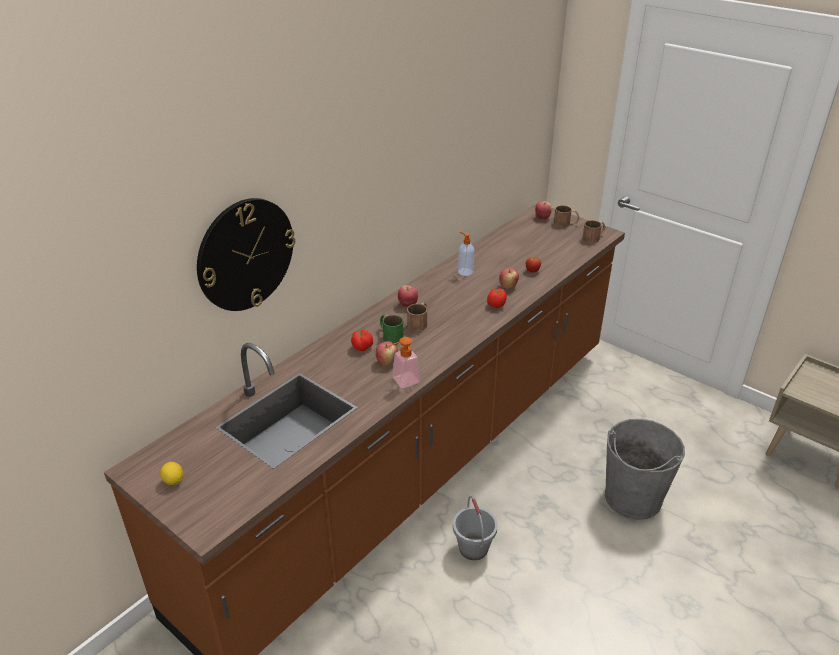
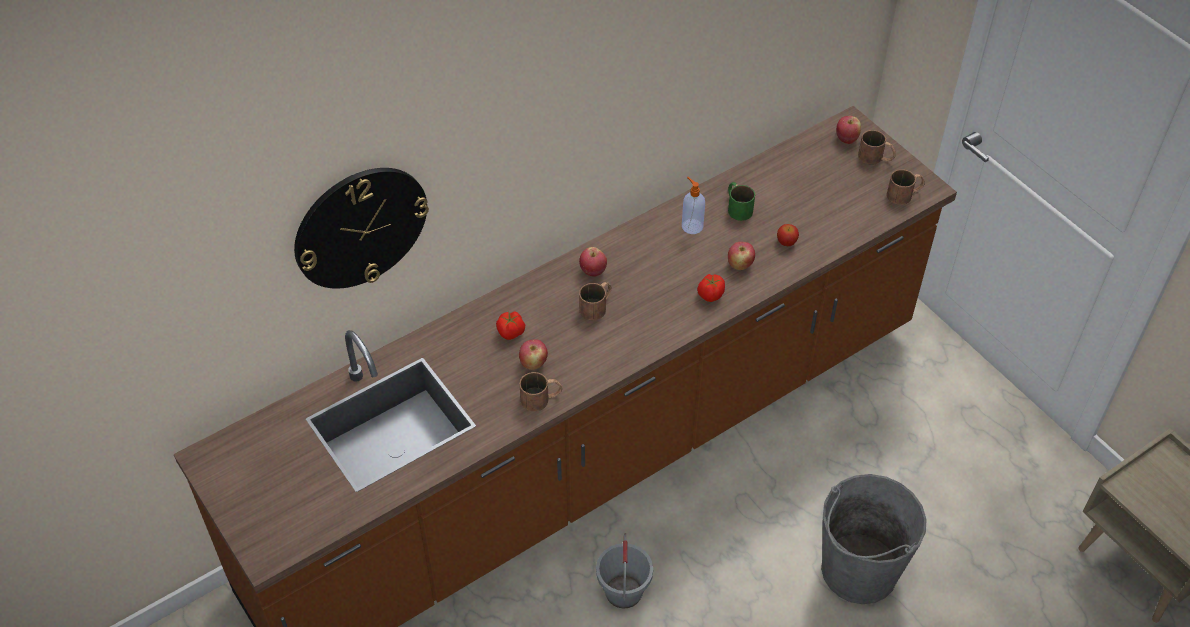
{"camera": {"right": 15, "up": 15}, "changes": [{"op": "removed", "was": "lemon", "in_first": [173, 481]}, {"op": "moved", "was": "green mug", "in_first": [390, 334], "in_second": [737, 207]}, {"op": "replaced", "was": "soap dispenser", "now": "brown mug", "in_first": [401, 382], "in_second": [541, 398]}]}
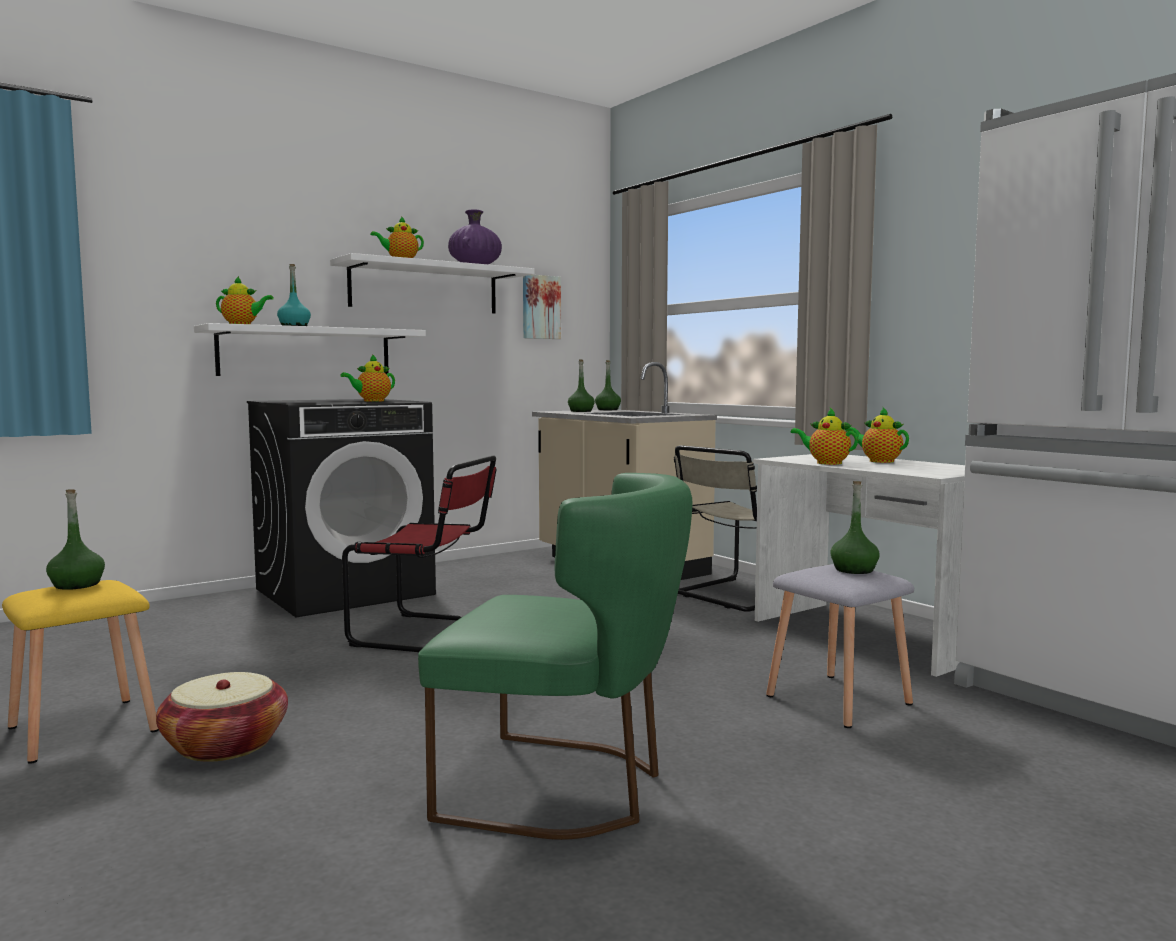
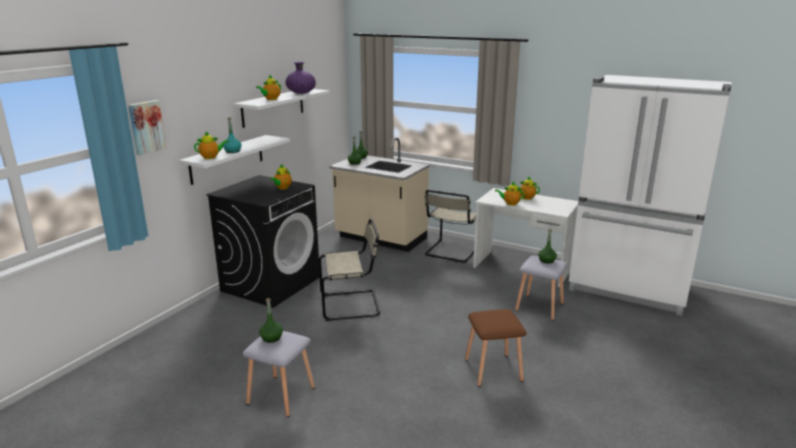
{"camera": {"right": -25, "up": 15}, "changes": [{"op": "removed", "was": "basket", "in_first": [225, 745]}, {"op": "moved", "was": "picture", "in_first": [540, 307], "in_second": [146, 127]}, {"op": "replaced", "was": "green chair", "now": "brown stool", "in_first": [566, 788], "in_second": [494, 370]}, {"op": "recoloured", "was": "yellow stool", "now": "grey stool", "in_first": [85, 728], "in_second": [281, 394]}, {"op": "recoloured", "was": "red chair", "now": "beige chair", "in_first": [431, 634], "in_second": [352, 305]}]}
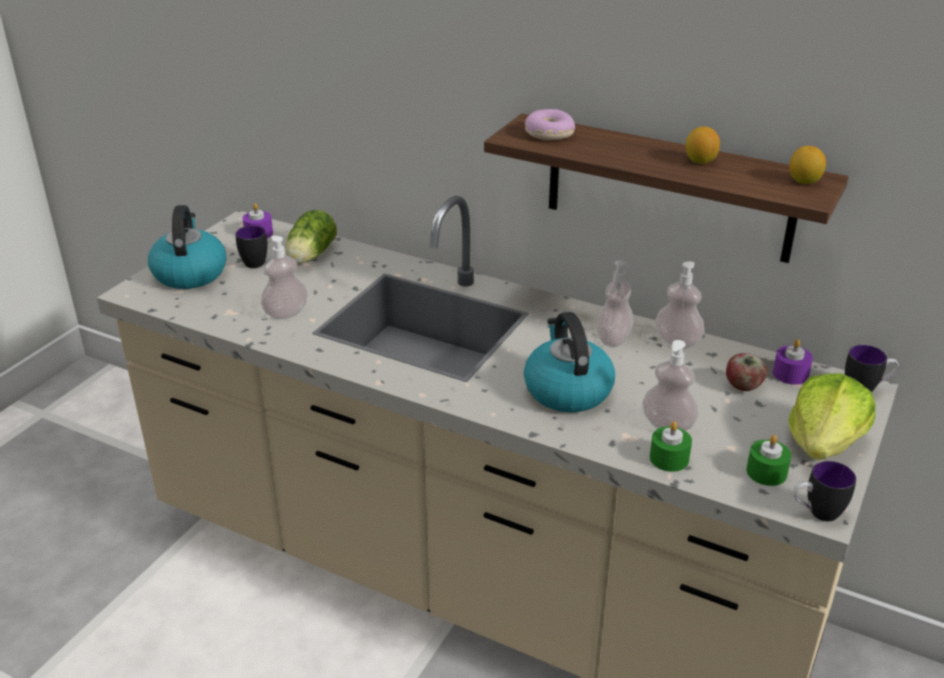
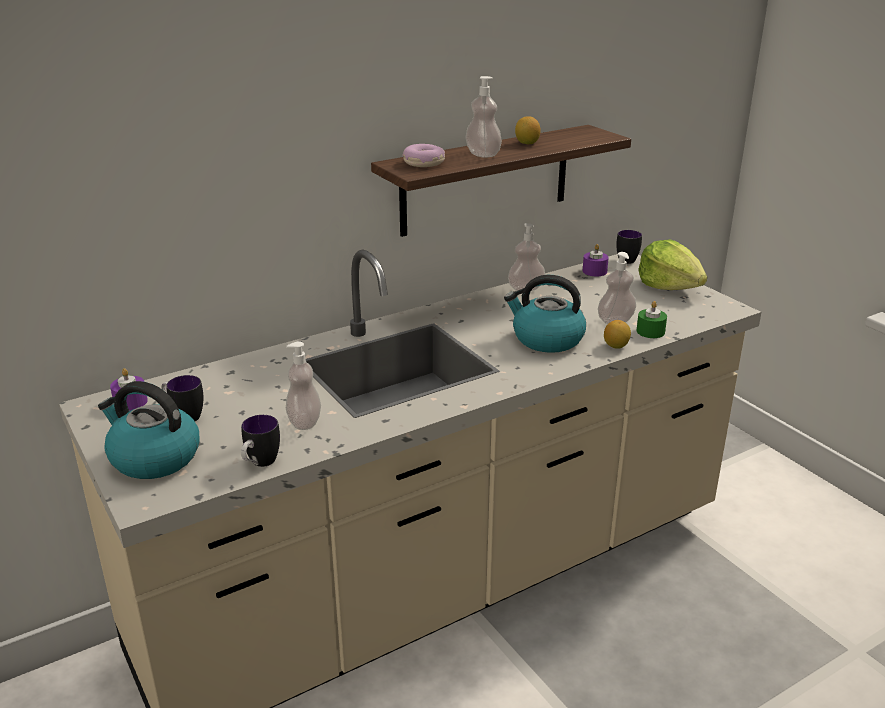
{"camera": {"right": -60, "up": -5}, "changes": [{"op": "removed", "was": "lettuce", "in_first": [310, 256]}, {"op": "removed", "was": "apple", "in_first": [743, 386]}, {"op": "removed", "was": "green candle", "in_first": [766, 472]}, {"op": "moved", "was": "soap dispenser", "in_first": [613, 339], "in_second": [483, 154]}, {"op": "moved", "was": "lemon", "in_first": [804, 181], "in_second": [616, 346]}, {"op": "moved", "was": "mug", "in_first": [816, 513], "in_second": [260, 464]}]}
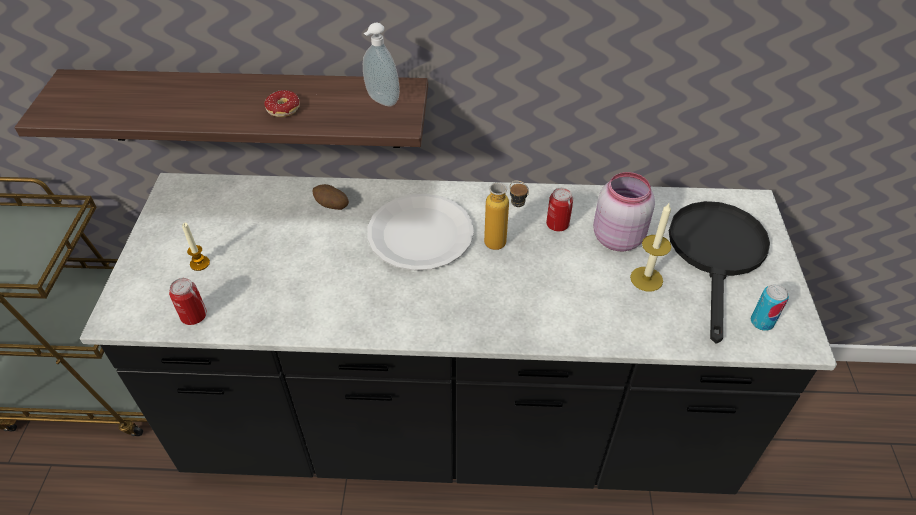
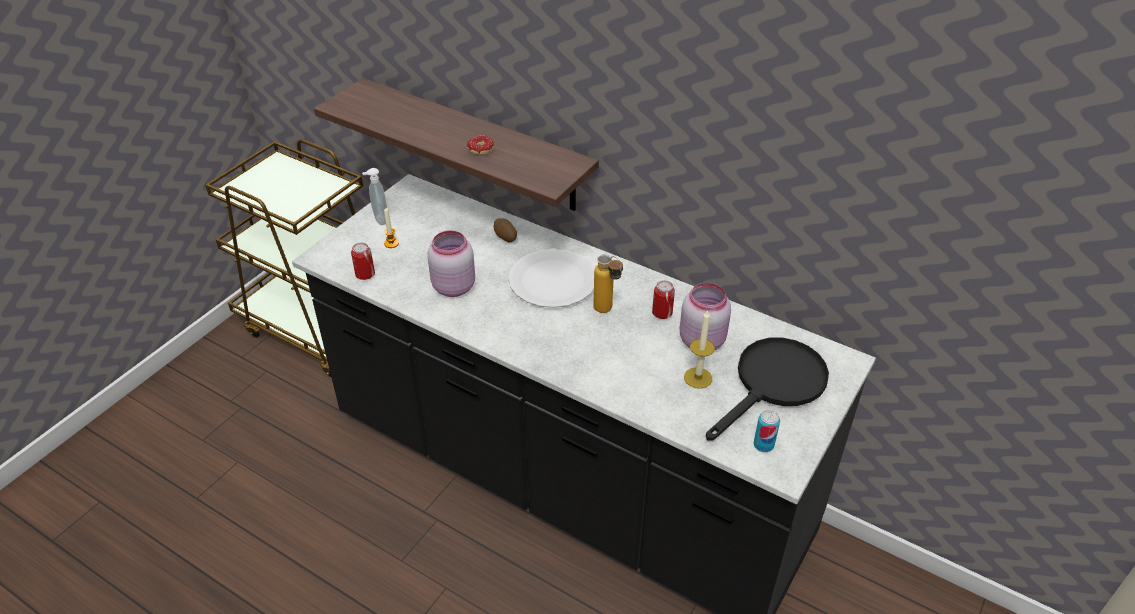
{"camera": {"right": 30, "up": -5}, "changes": [{"op": "added", "now": "pink jar", "in_second": [453, 286]}, {"op": "moved", "was": "soap dispenser", "in_first": [381, 101], "in_second": [379, 219]}]}
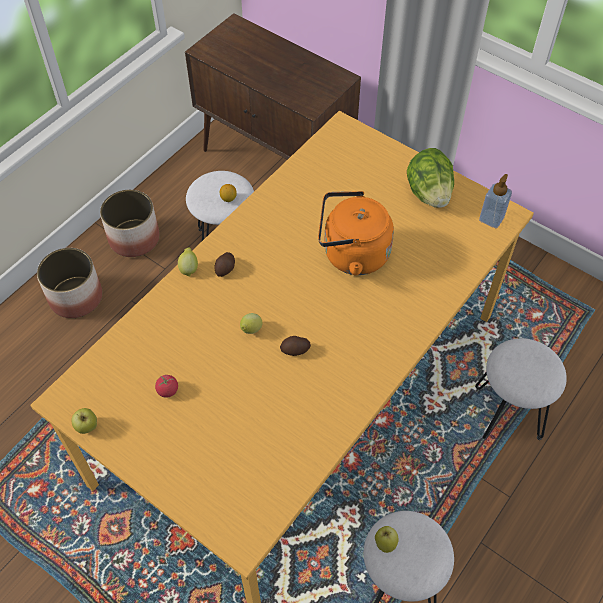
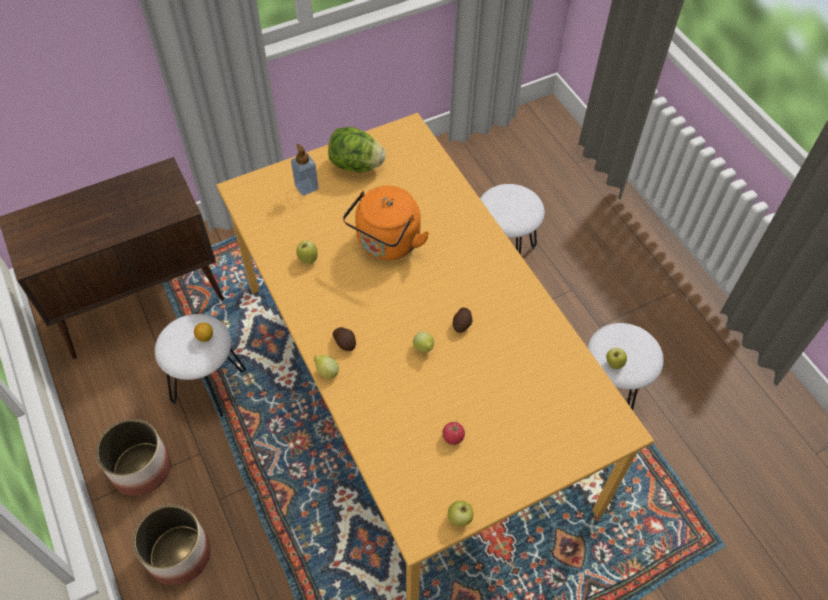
{"camera": {"right": -65, "up": 0}, "changes": [{"op": "added", "now": "apple", "in_second": [308, 259]}, {"op": "moved", "was": "soap dispenser", "in_first": [491, 219], "in_second": [306, 187]}]}
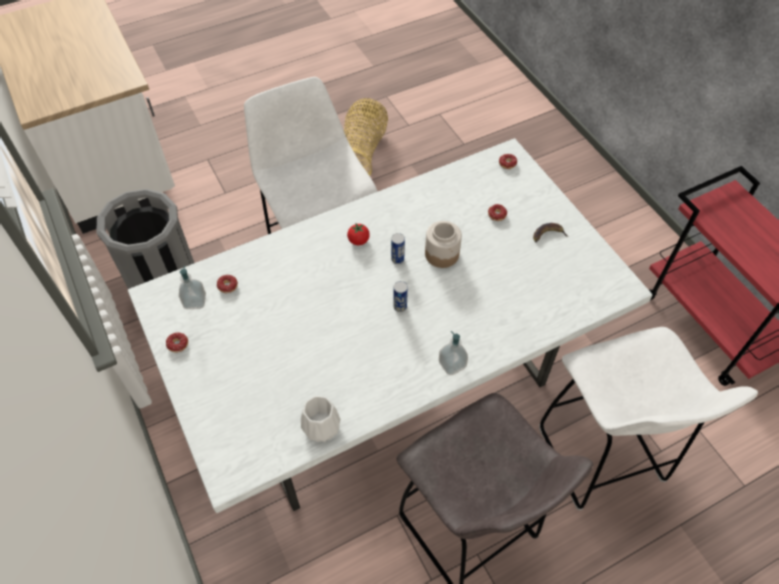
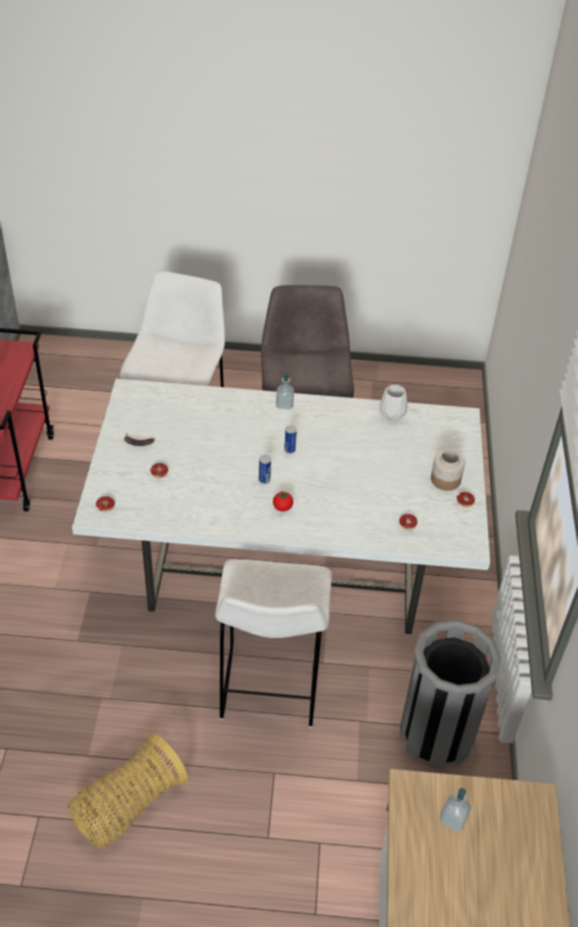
{"camera": {"right": -150, "up": -10}, "changes": [{"op": "moved", "was": "soap dispenser", "in_first": [195, 301], "in_second": [453, 819]}, {"op": "moved", "was": "jar", "in_first": [442, 254], "in_second": [445, 480]}]}
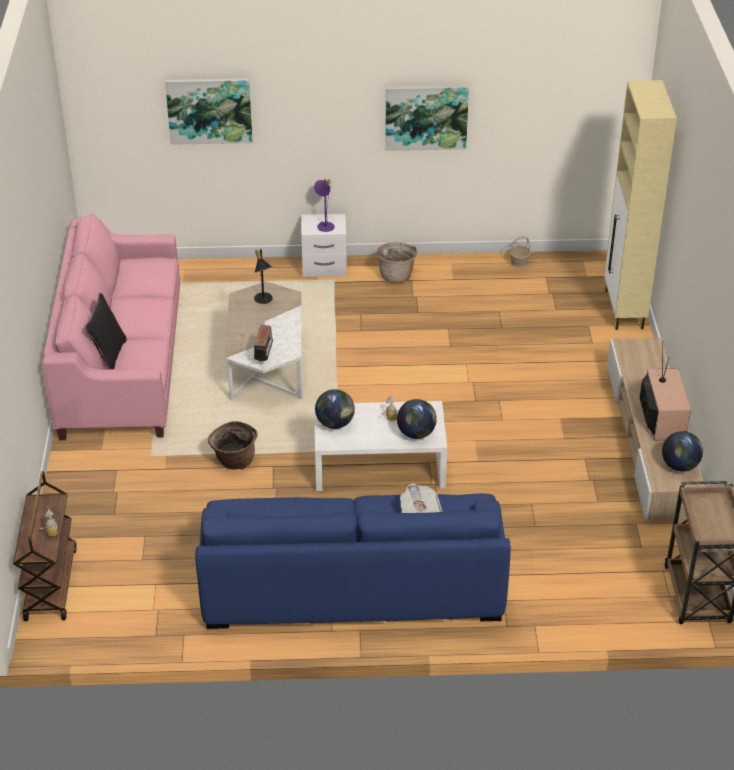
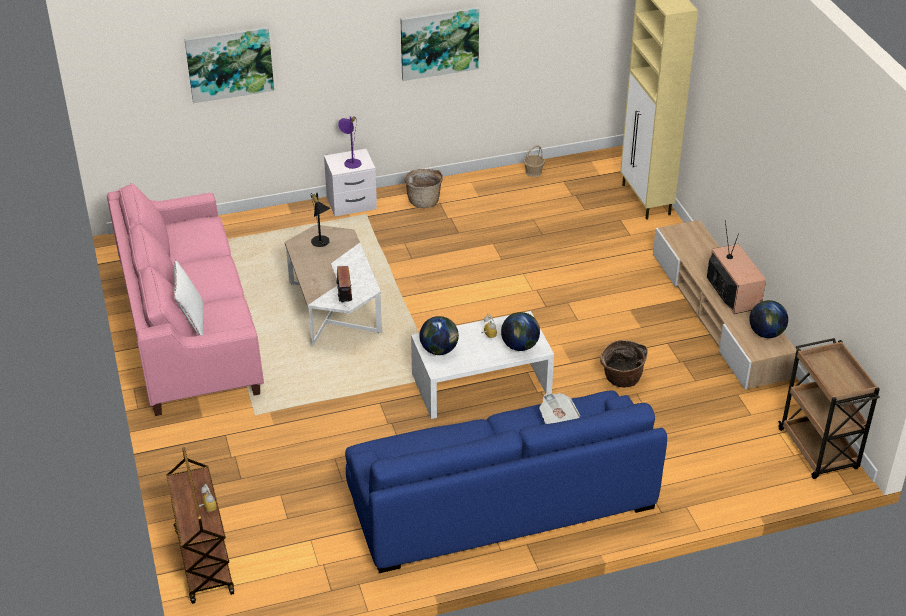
{"camera": {"right": -15, "up": 0}, "changes": [{"op": "moved", "was": "basket", "in_first": [234, 461], "in_second": [621, 379]}, {"op": "recoloured", "was": "black pillow", "now": "white pillow", "in_first": [109, 356], "in_second": [192, 322]}]}
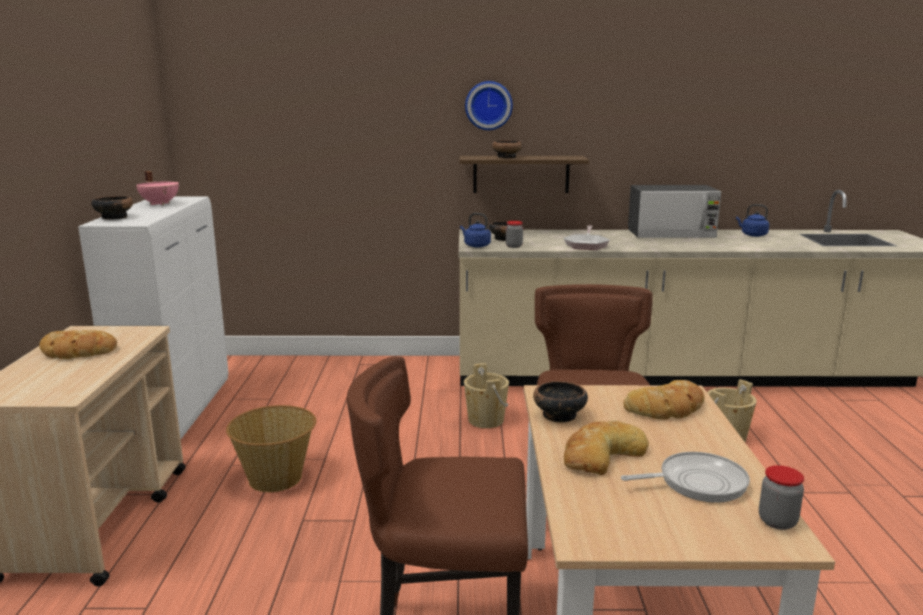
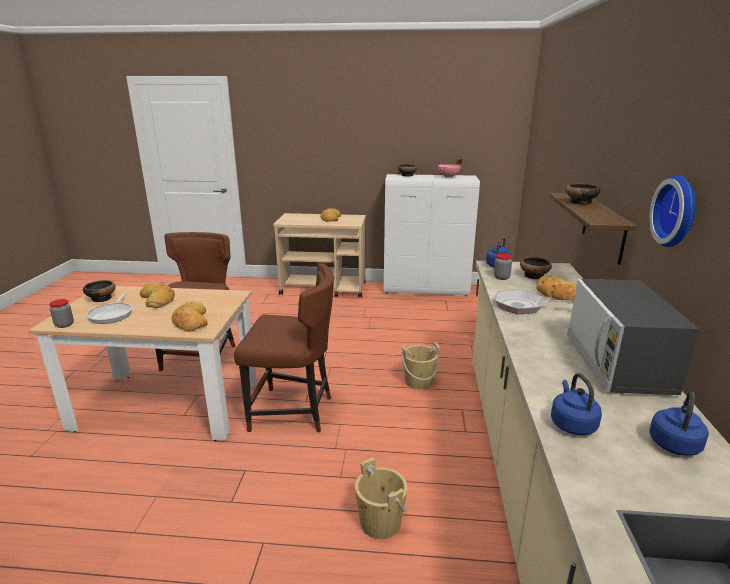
{"camera": {"right": 95, "up": 5}, "changes": [{"op": "removed", "was": "basket", "in_first": [276, 478]}, {"op": "added", "now": "bread", "in_second": [557, 294]}, {"op": "added", "now": "blue kettle", "in_second": [572, 424]}, {"op": "moved", "was": "wall clock", "in_first": [488, 105], "in_second": [678, 211]}, {"op": "moved", "was": "bowl", "in_first": [559, 415], "in_second": [101, 298]}]}
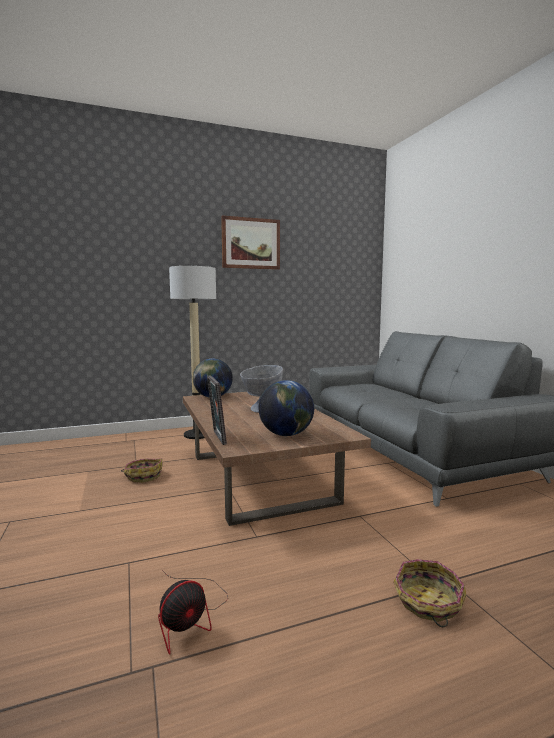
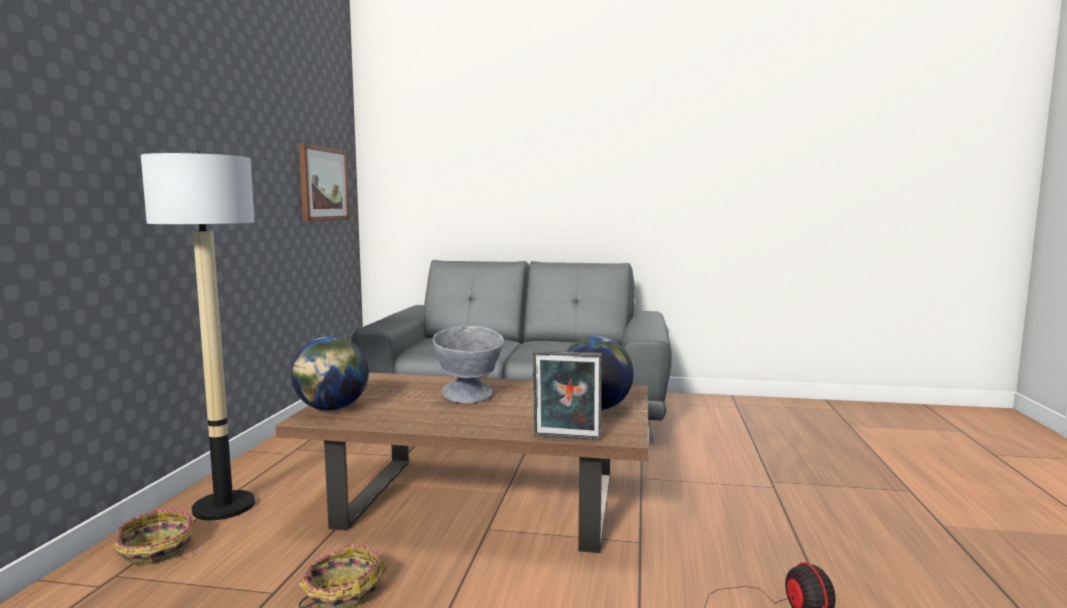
{"camera": {"right": -60, "up": 0}, "changes": [{"op": "moved", "was": "picture", "in_first": [251, 243], "in_second": [323, 184]}, {"op": "moved", "was": "basket", "in_first": [427, 603], "in_second": [156, 551]}]}
